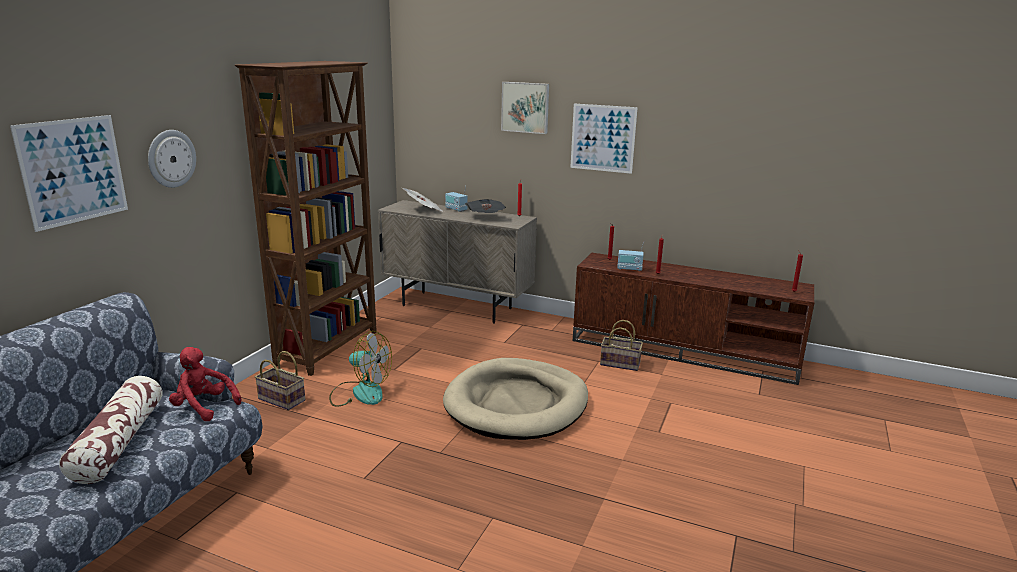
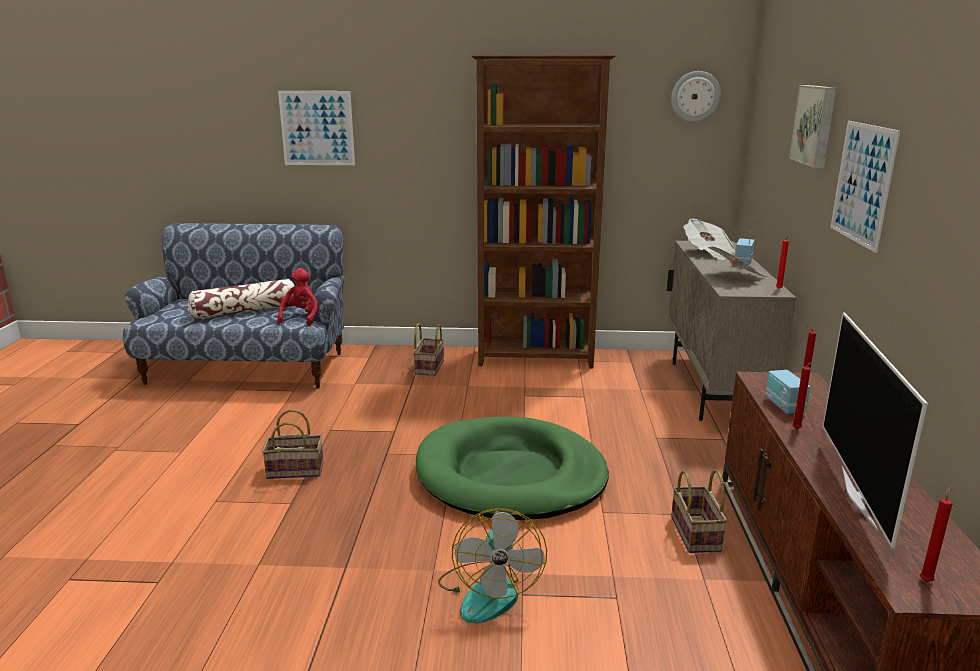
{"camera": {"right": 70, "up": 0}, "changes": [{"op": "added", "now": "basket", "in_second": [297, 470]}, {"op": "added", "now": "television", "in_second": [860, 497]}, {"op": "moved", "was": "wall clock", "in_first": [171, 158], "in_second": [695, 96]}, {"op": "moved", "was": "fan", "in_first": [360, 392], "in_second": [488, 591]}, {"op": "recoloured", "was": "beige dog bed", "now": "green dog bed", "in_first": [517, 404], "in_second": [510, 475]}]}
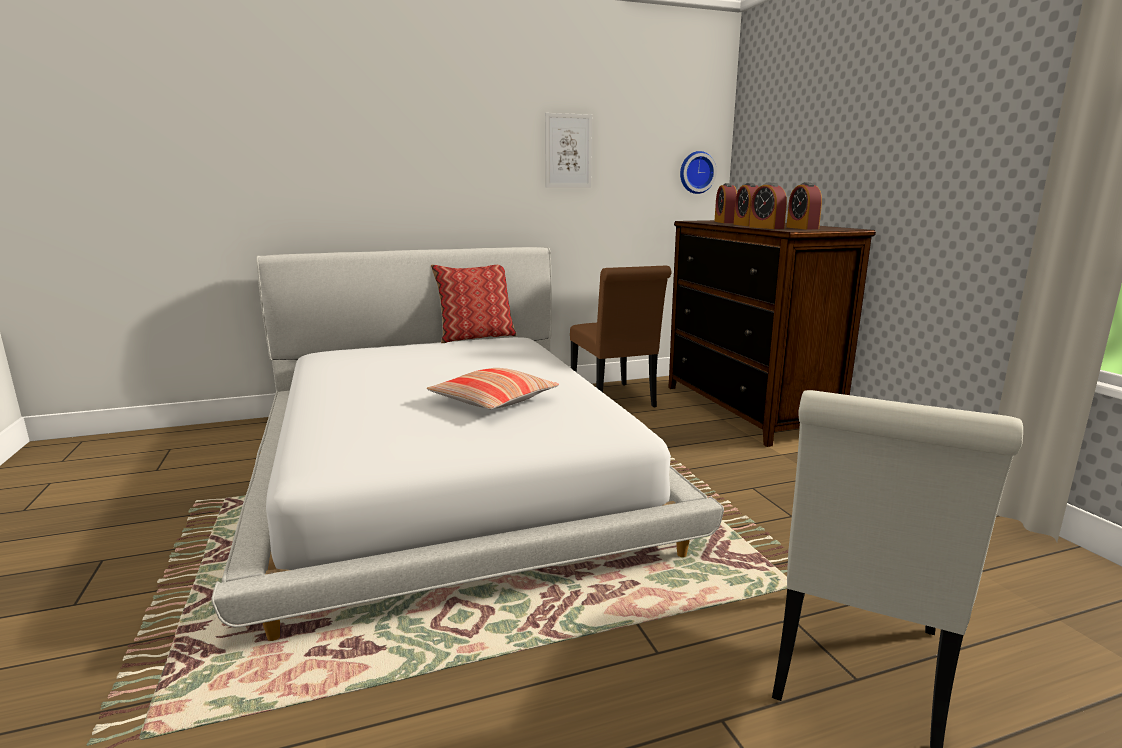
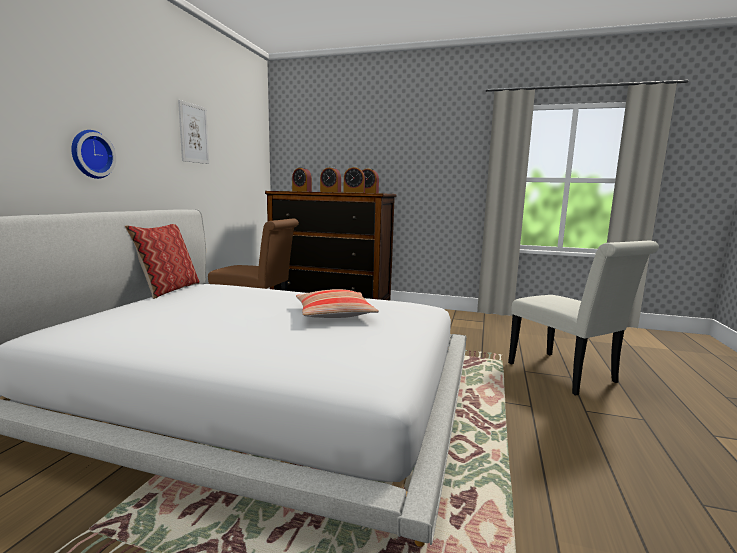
{"camera": {"right": -55, "up": -5}, "changes": [{"op": "moved", "was": "wall clock", "in_first": [696, 172], "in_second": [91, 154]}]}
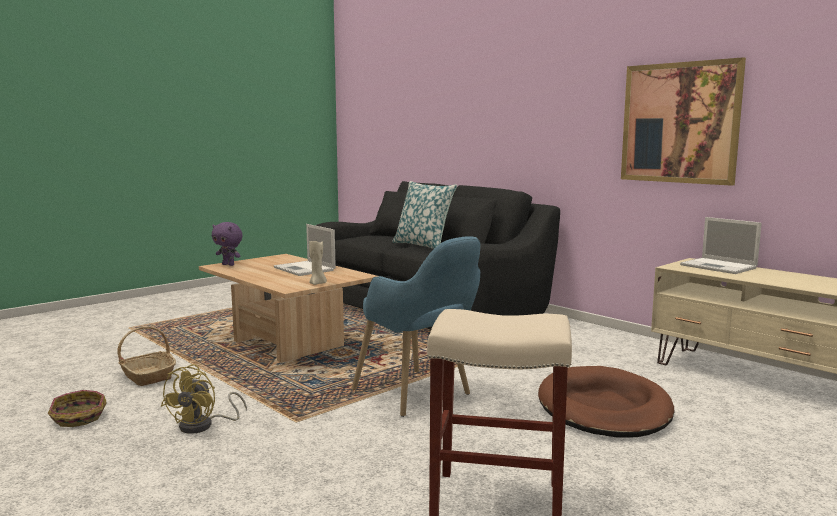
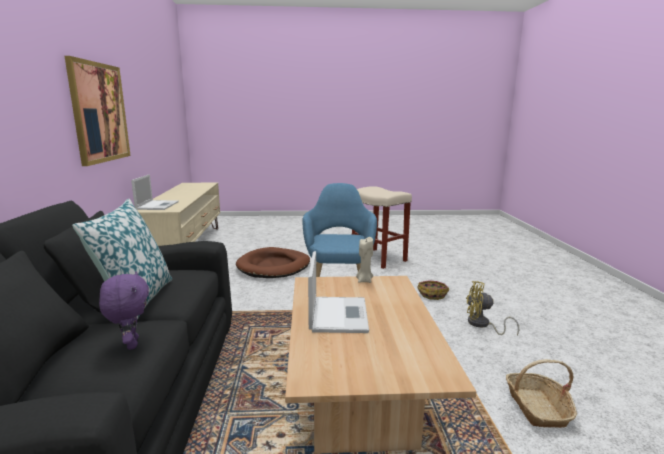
{"camera": {"right": -140, "up": 5}, "changes": [{"op": "moved", "was": "basket", "in_first": [78, 419], "in_second": [432, 294]}, {"op": "moved", "was": "purple plush toy", "in_first": [229, 265], "in_second": [131, 344]}, {"op": "turned", "was": "yellow fan", "in_first": [203, 426], "in_second": [482, 325], "clockwise": -135}]}
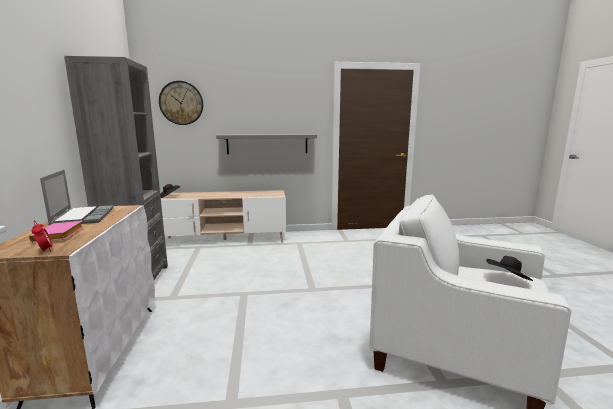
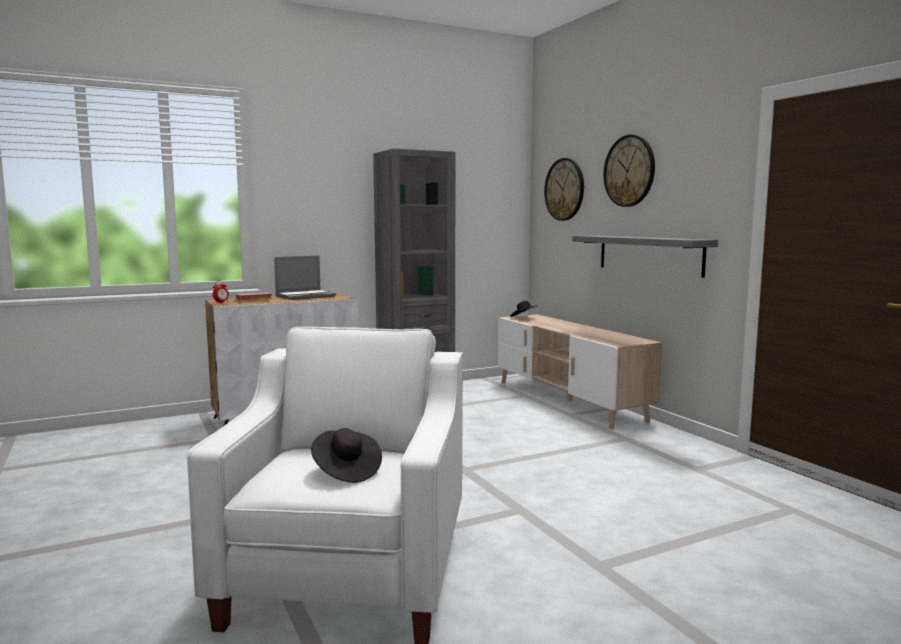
{"camera": {"right": 70, "up": -5}, "changes": [{"op": "added", "now": "wall clock", "in_second": [629, 171]}]}
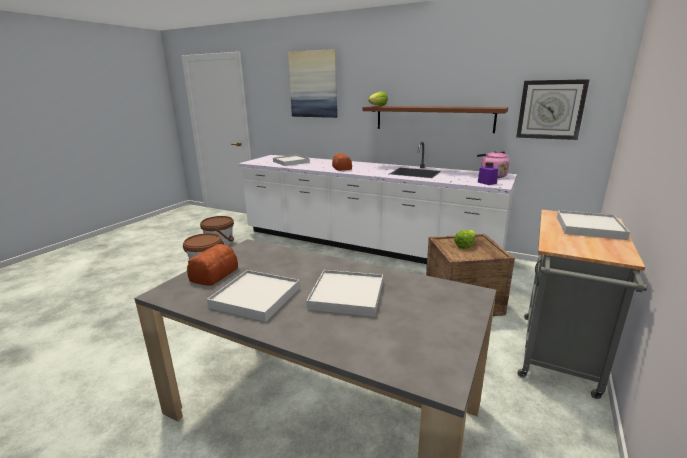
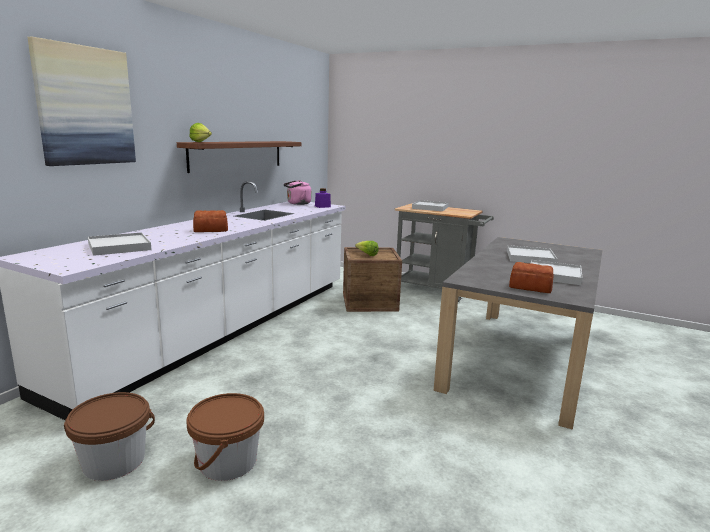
{"camera": {"right": -90, "up": -5}, "changes": [{"op": "removed", "was": "wall clock", "in_first": [550, 109]}]}
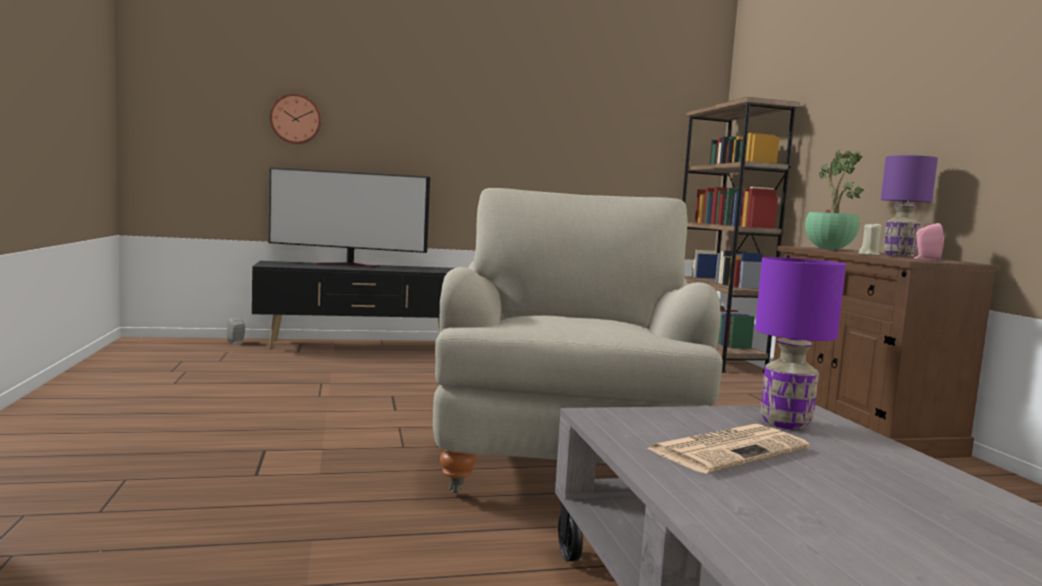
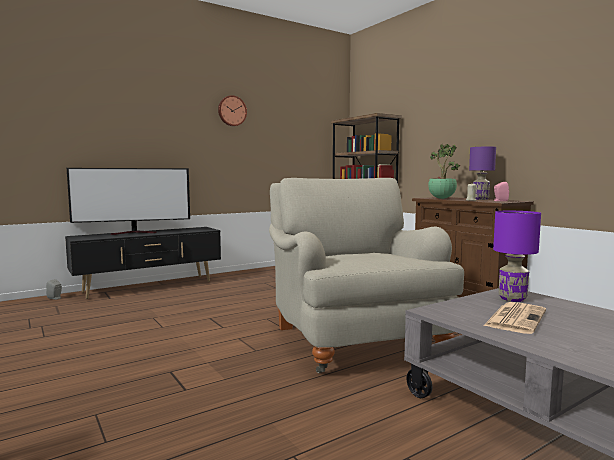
{"camera": {"right": -20, "up": 0}, "changes": [{"op": "moved", "was": "wall clock", "in_first": [296, 119], "in_second": [231, 111]}]}
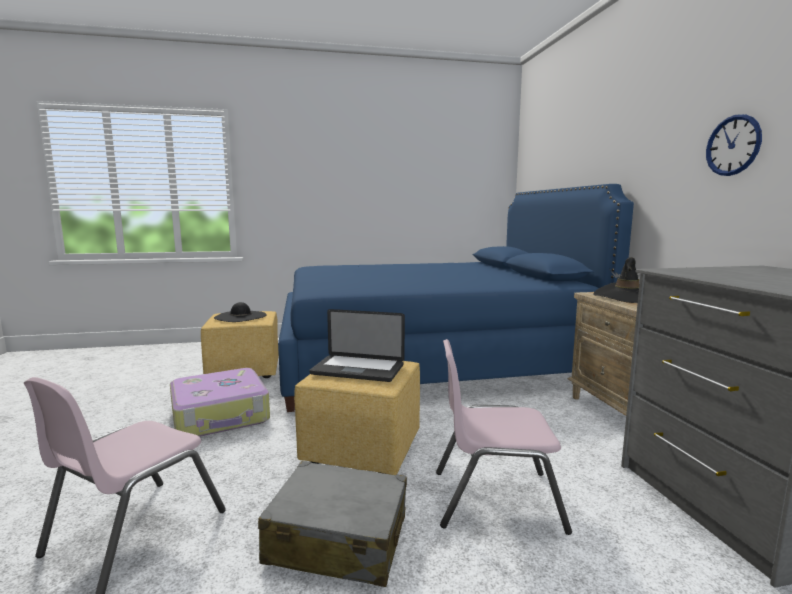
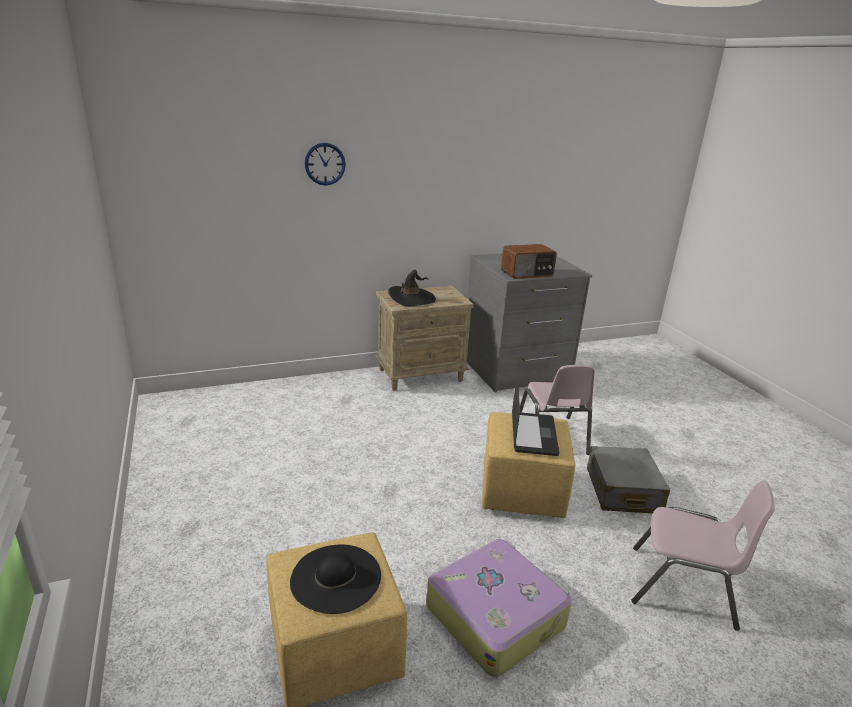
{"camera": {"right": -100, "up": 15}, "changes": [{"op": "removed", "was": "blue bed", "in_first": [428, 359]}, {"op": "added", "now": "radio", "in_second": [527, 273]}, {"op": "moved", "was": "wall clock", "in_first": [733, 145], "in_second": [325, 164]}]}
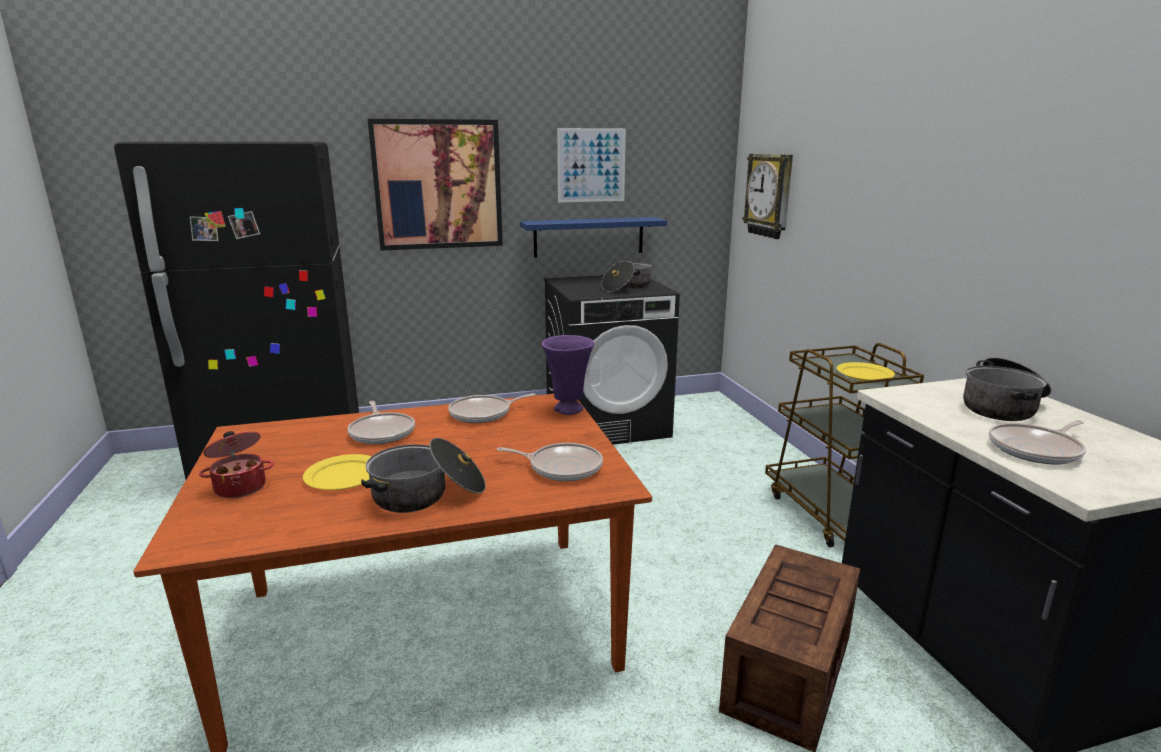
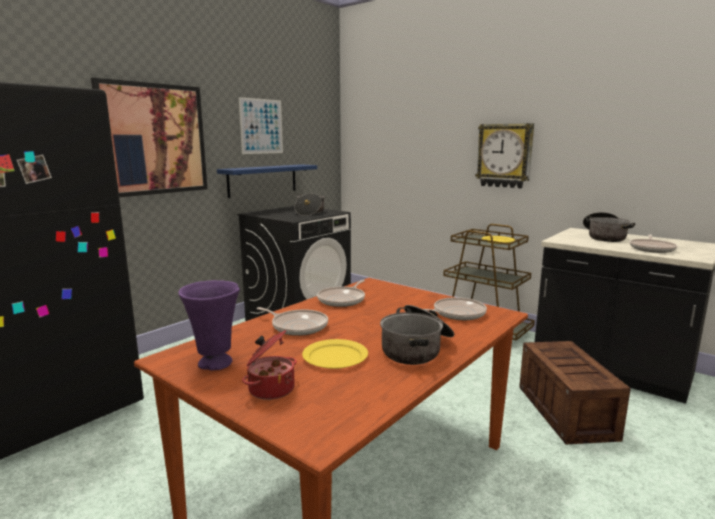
{"camera": {"right": -35, "up": -5}, "changes": [{"op": "moved", "was": "purple vase", "in_first": [568, 410], "in_second": [215, 364]}, {"op": "moved", "was": "wall clock", "in_first": [769, 195], "in_second": [504, 155]}]}
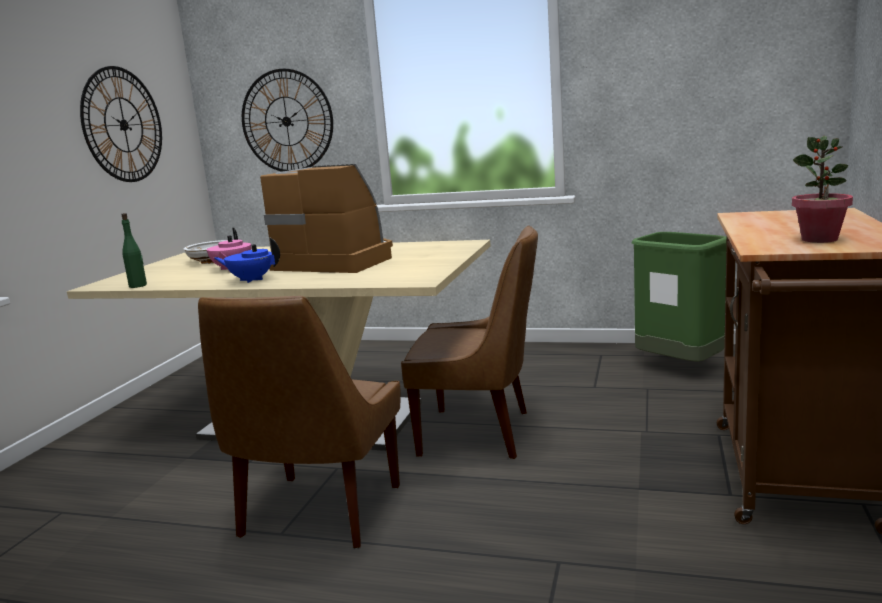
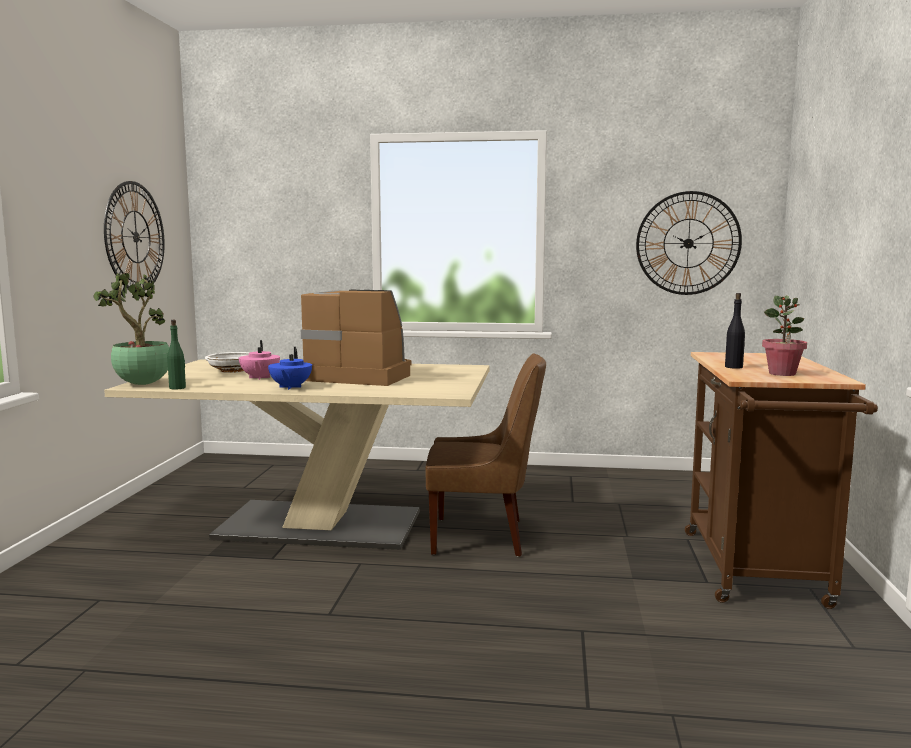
{"camera": {"right": -10, "up": -5}, "changes": [{"op": "removed", "was": "brown chair", "in_first": [318, 514]}, {"op": "removed", "was": "green trash can", "in_first": [679, 367]}, {"op": "added", "now": "potted plant", "in_second": [141, 384]}, {"op": "added", "now": "black bottle", "in_second": [733, 367]}, {"op": "moved", "was": "wall clock", "in_first": [286, 121], "in_second": [688, 243]}, {"op": "turned", "was": "blue teapot", "in_first": [251, 280], "in_second": [290, 387], "clockwise": -90}]}
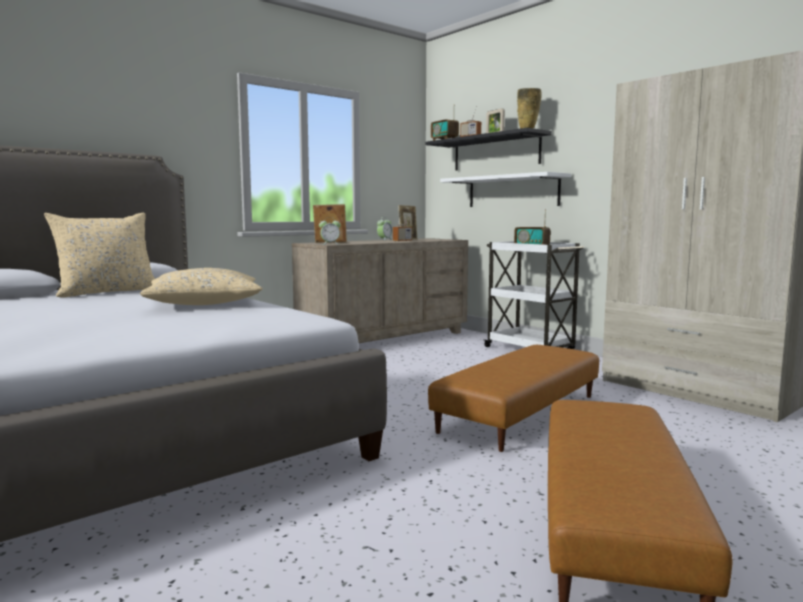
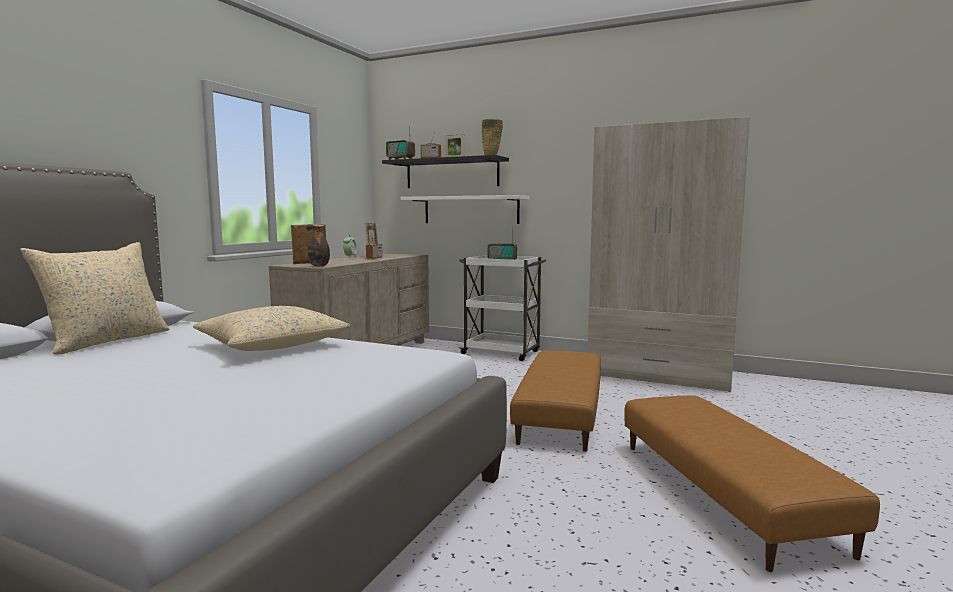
{"camera": {"right": -25, "up": 0}, "changes": [{"op": "replaced", "was": "alarm clock", "now": "bottle", "in_first": [330, 244], "in_second": [319, 266]}]}
